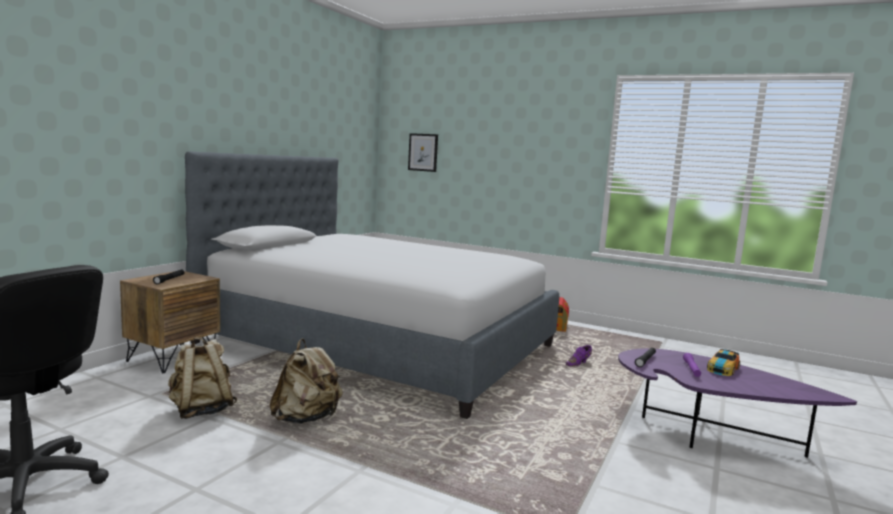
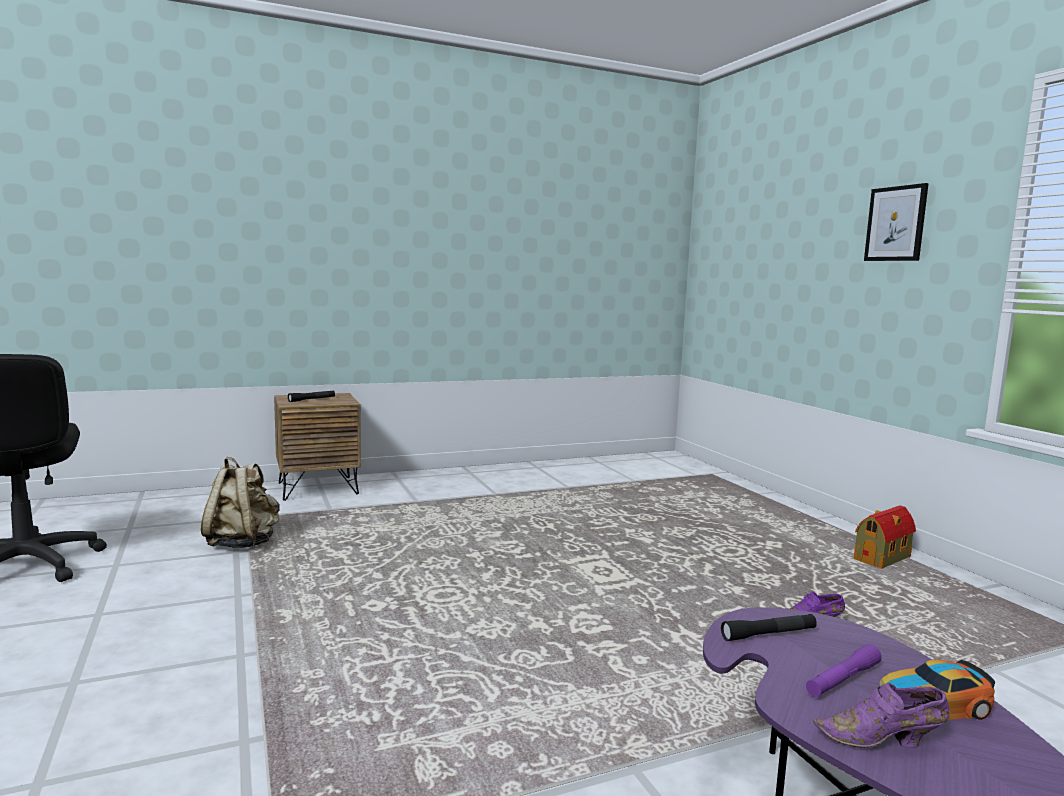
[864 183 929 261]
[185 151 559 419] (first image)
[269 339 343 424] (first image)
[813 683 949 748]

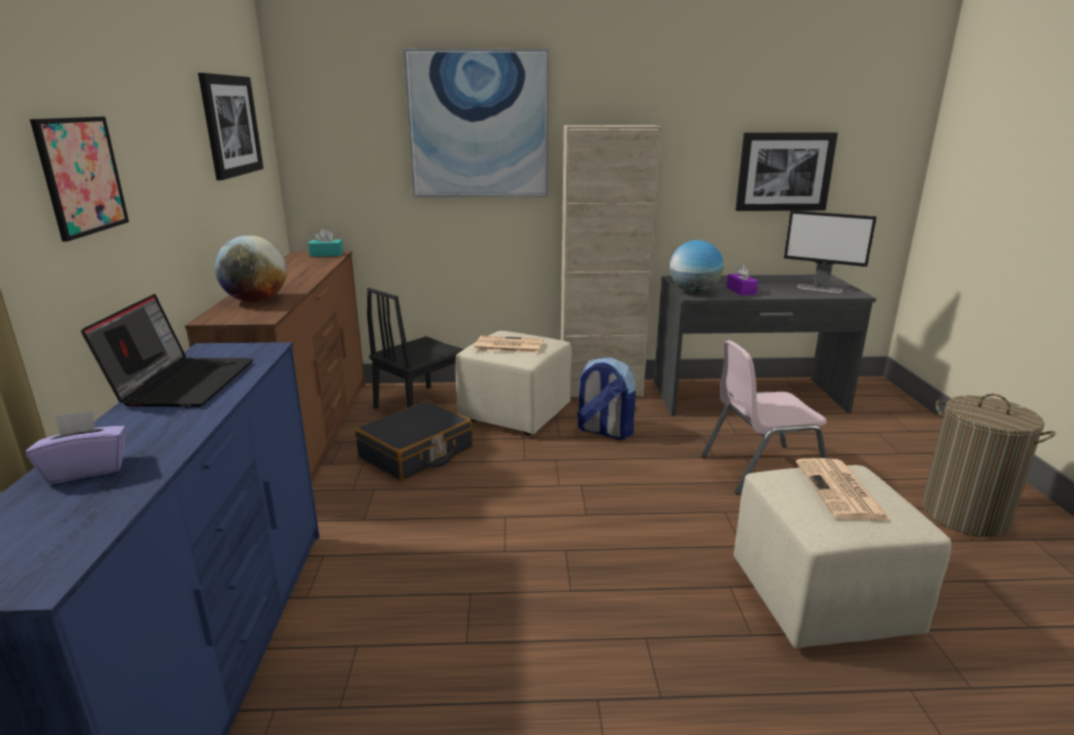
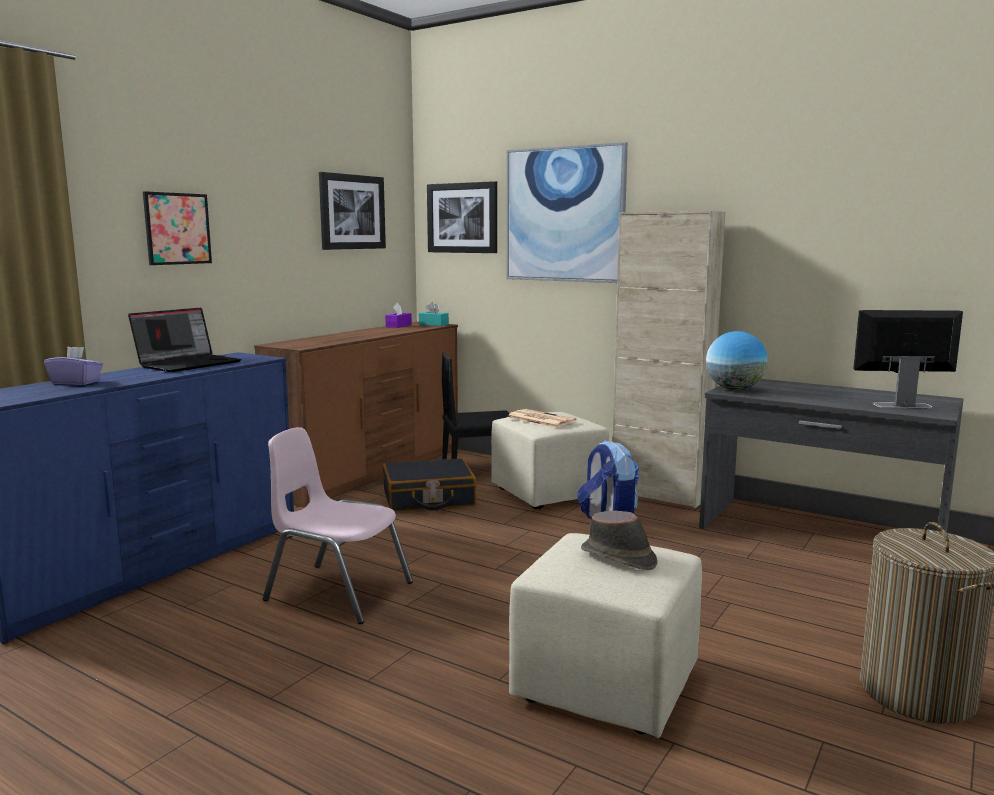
[427 181 497 253]
[853 310 963 408]
[215 235 287 302] (first image)
[385 303 412 328]
[262 427 413 624]
[581 511 657 570]

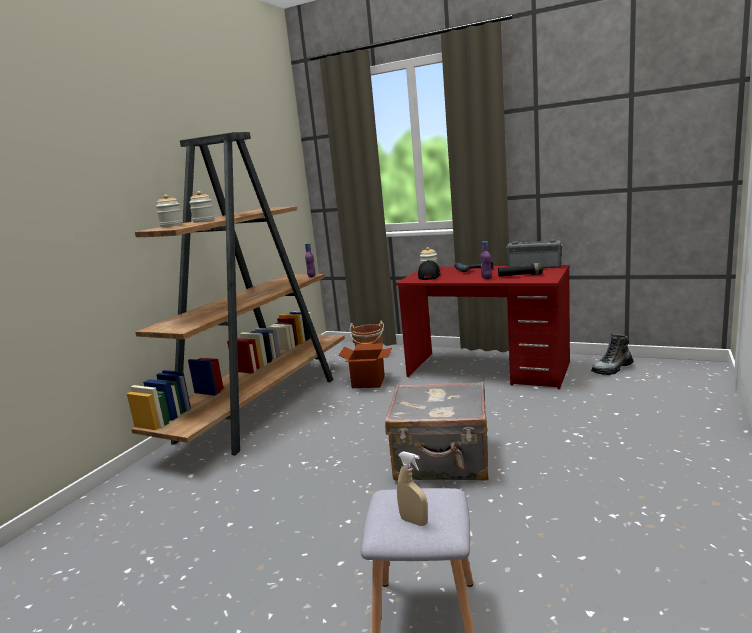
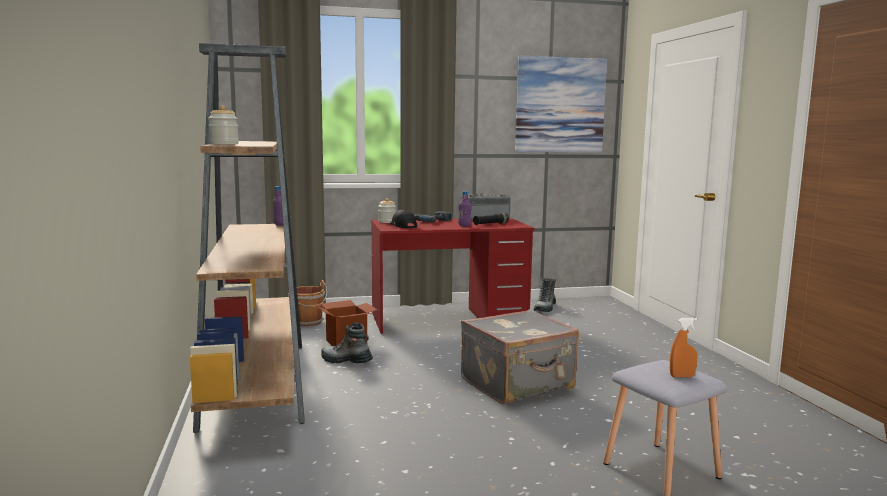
[189 191 215 223] (first image)
[670 317 698 377]
[515 56 607 153]
[321 323 373 364]

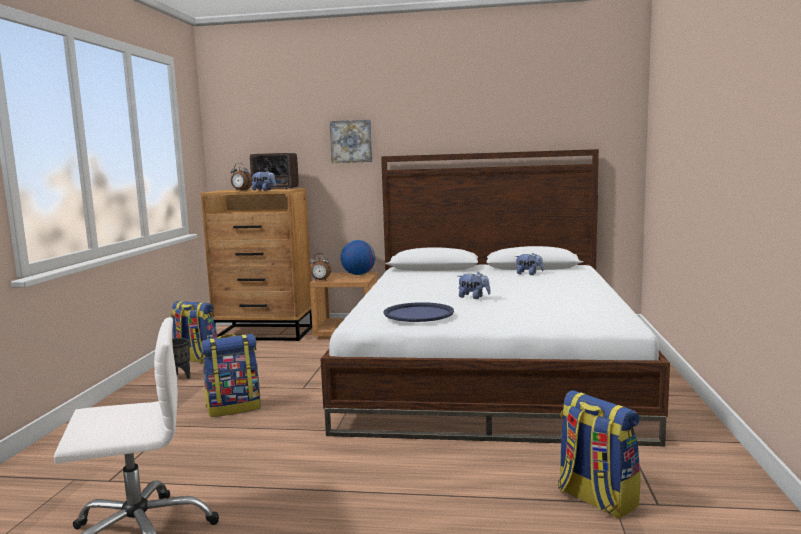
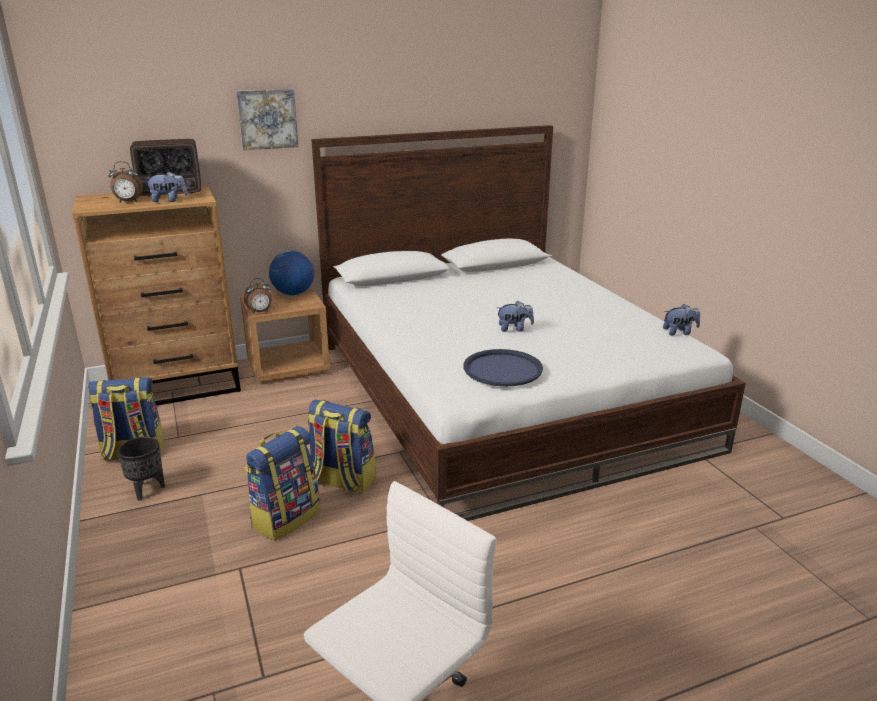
[663 304 700 335]
[307 400 376 494]

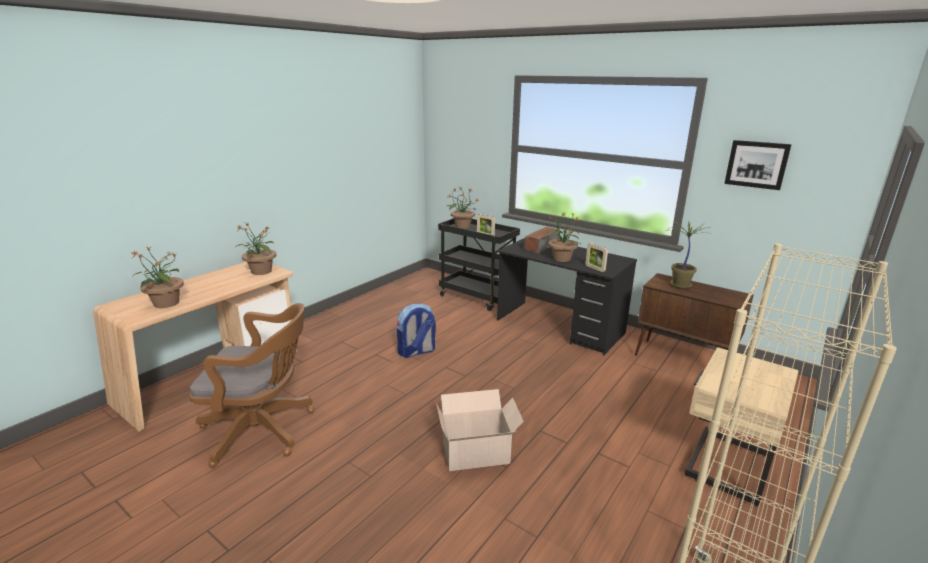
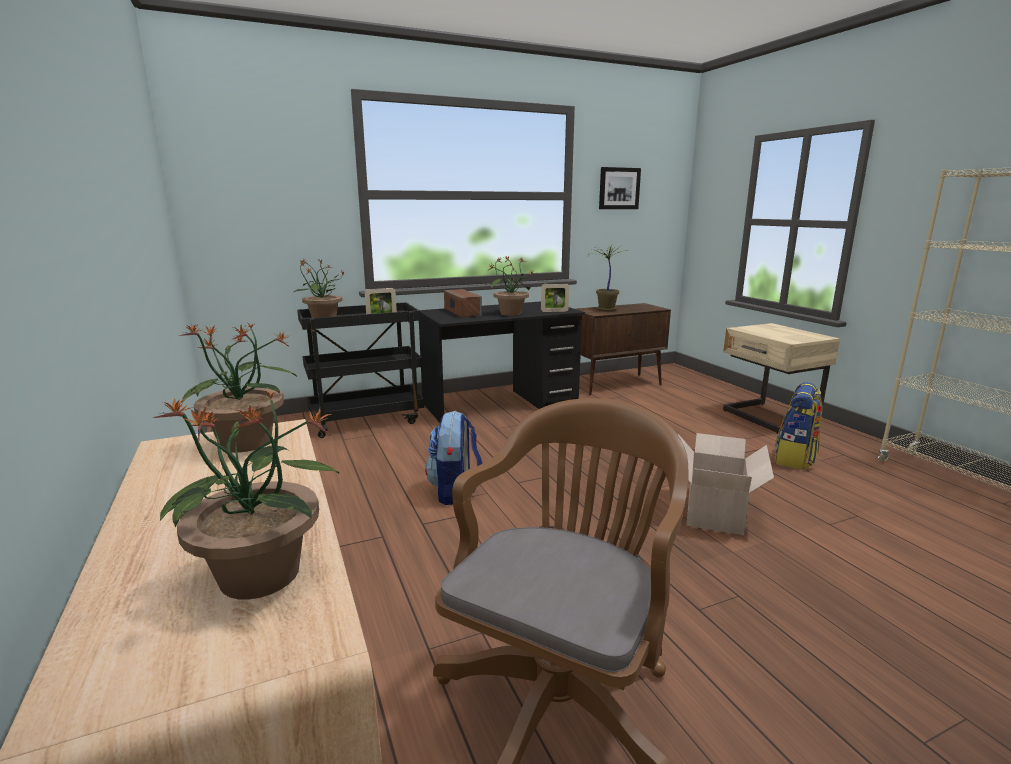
[775 382 823 470]

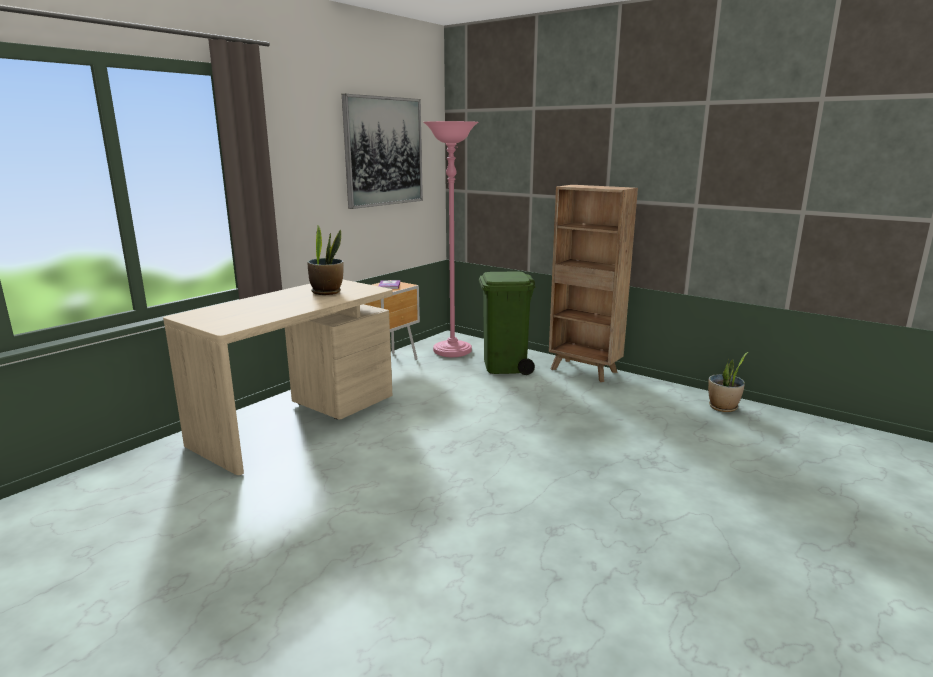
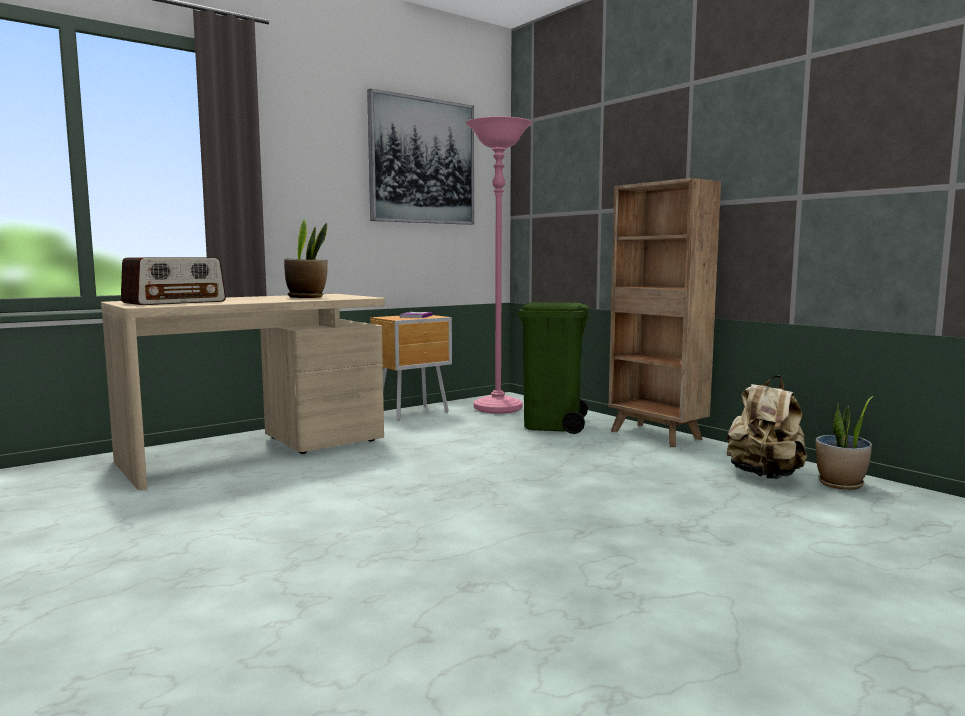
[121 258 226 305]
[726 376 807 479]

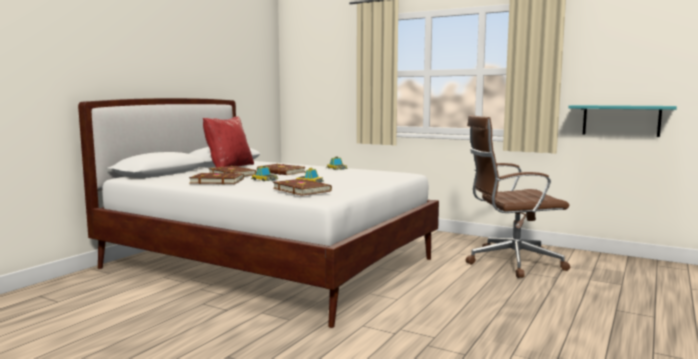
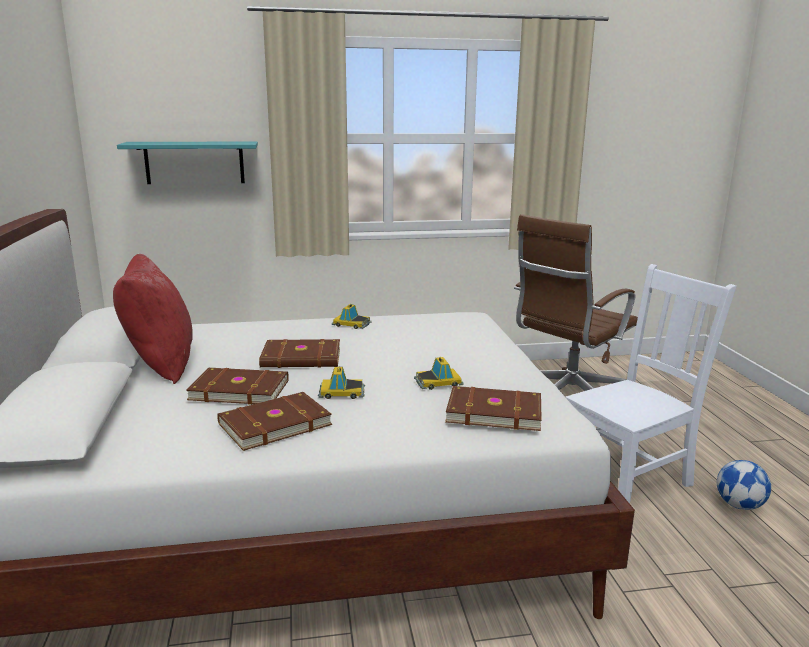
[117 142 258 184]
[566 264 736 504]
[717 460 771 510]

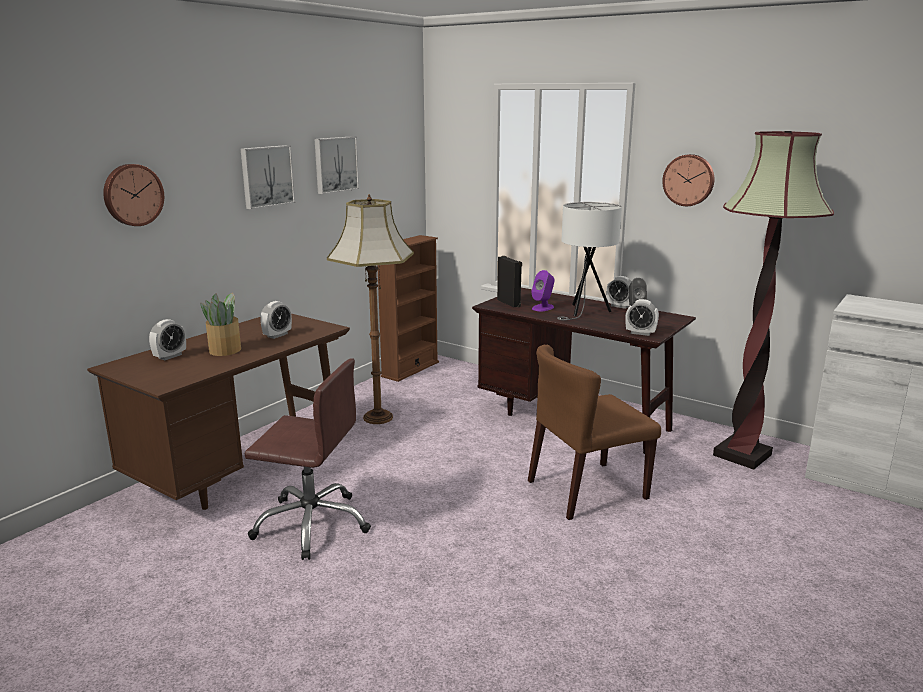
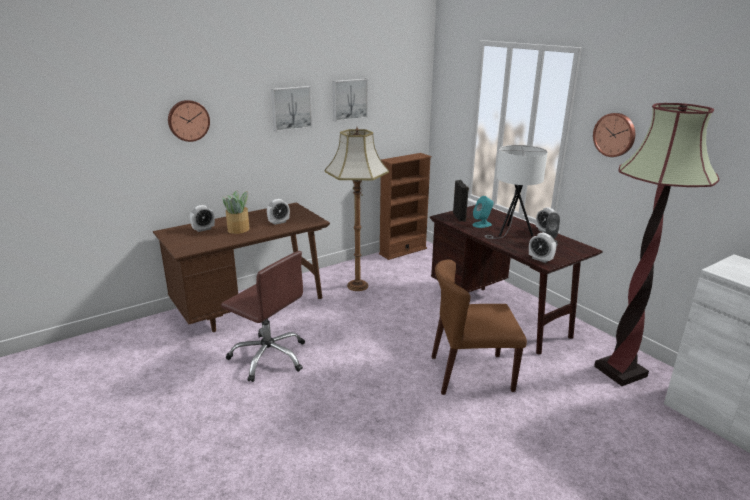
[473 196 494 228]

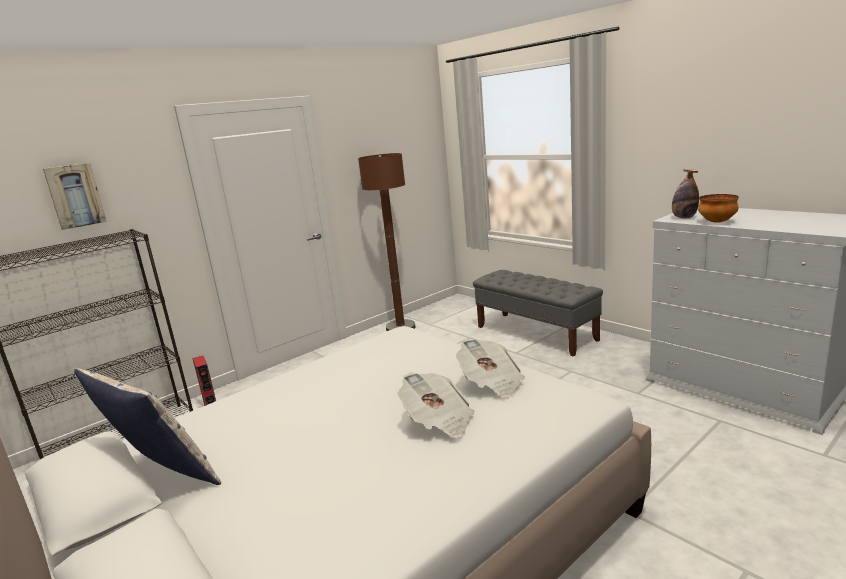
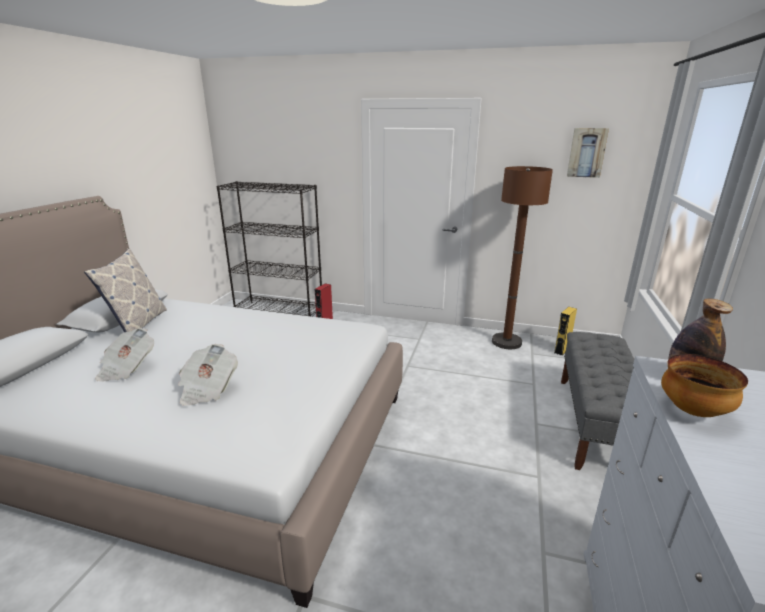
[567 128 609 178]
[95 328 154 382]
[554 307 577 356]

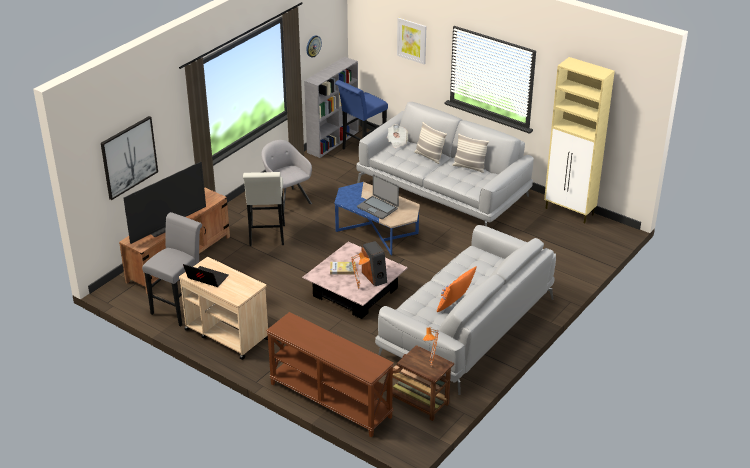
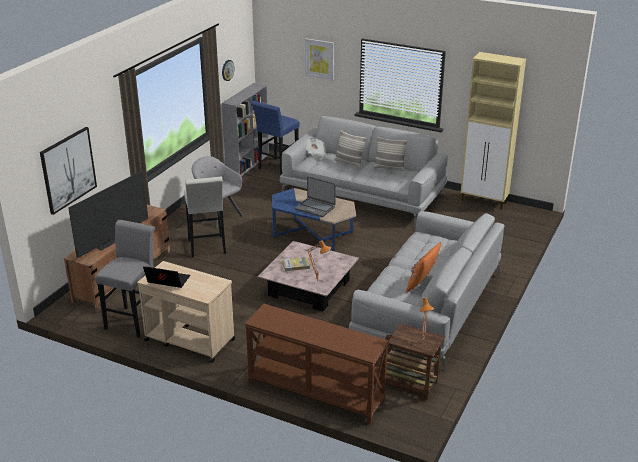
[361 241 387 286] (first image)

